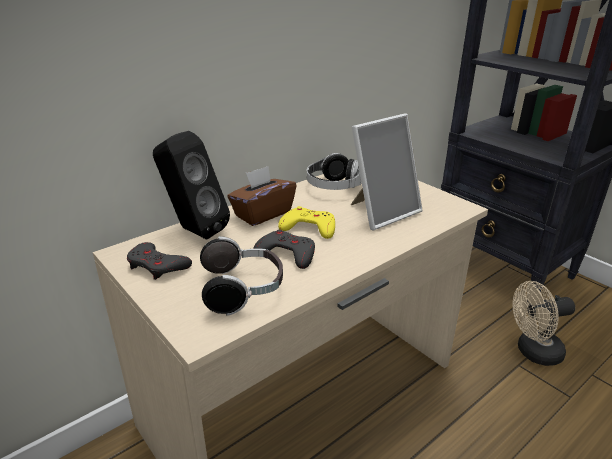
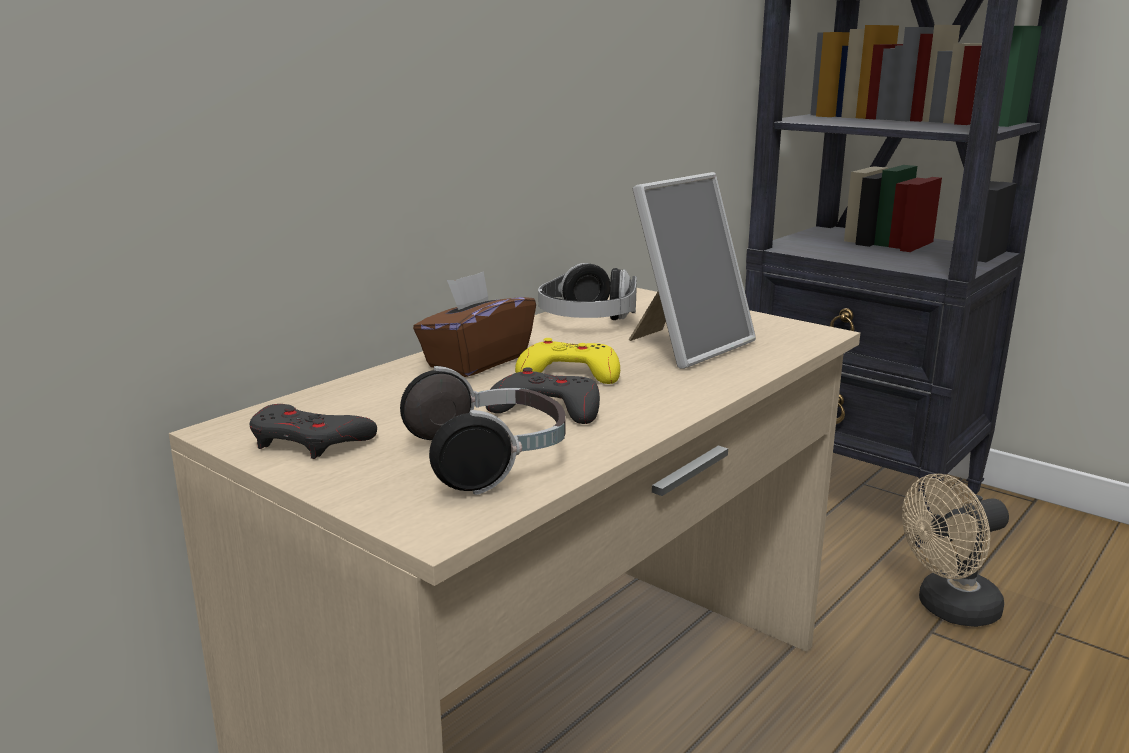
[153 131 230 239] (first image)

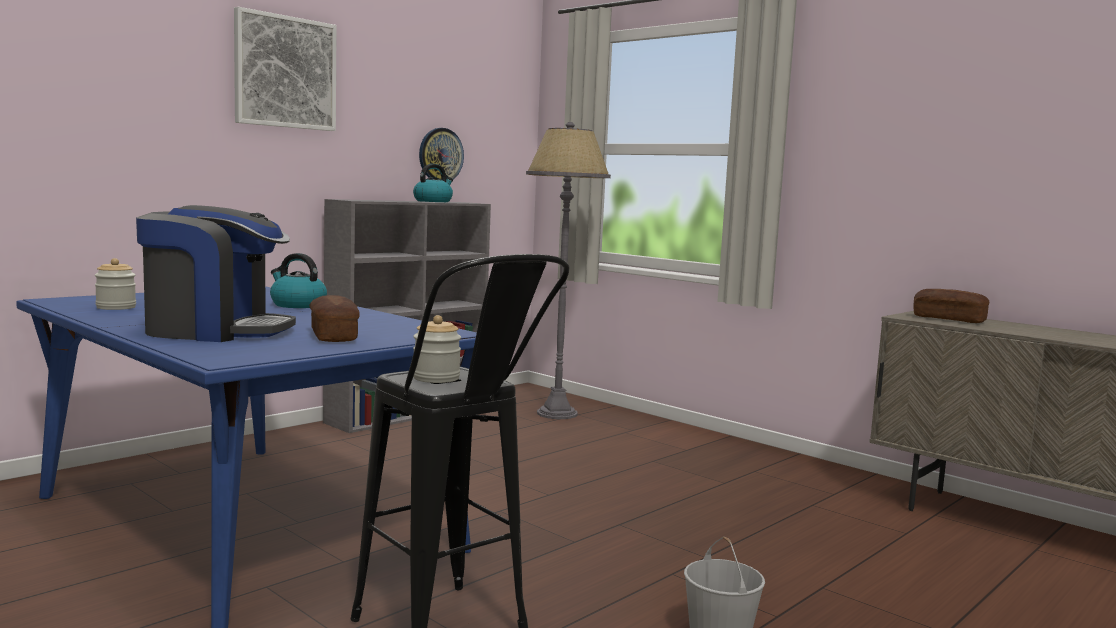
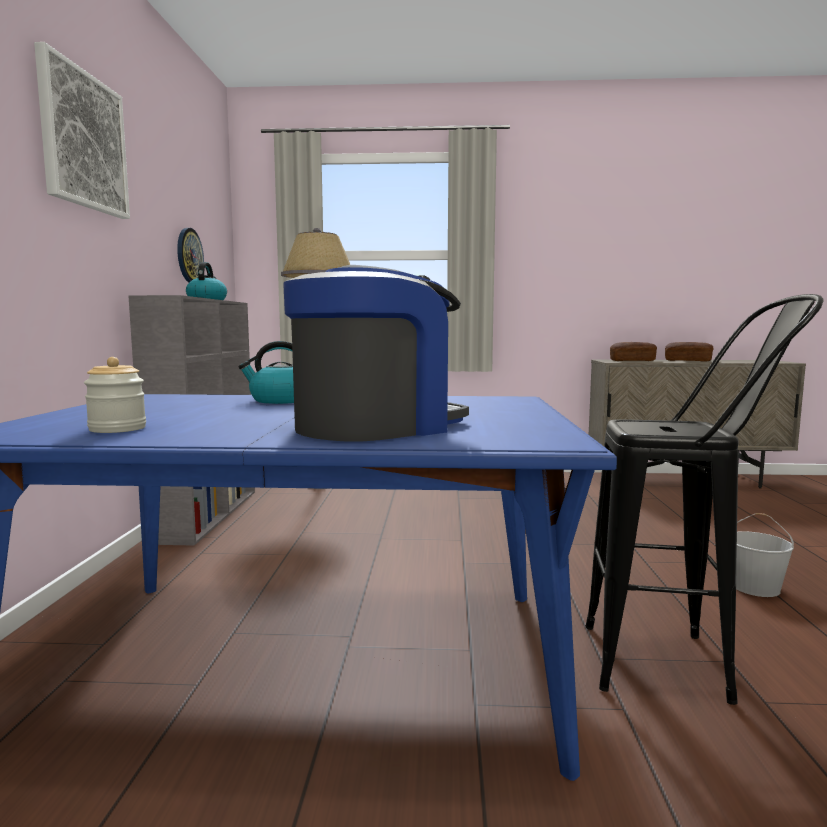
[665 342 714 362]
[413 315 461 383] (first image)

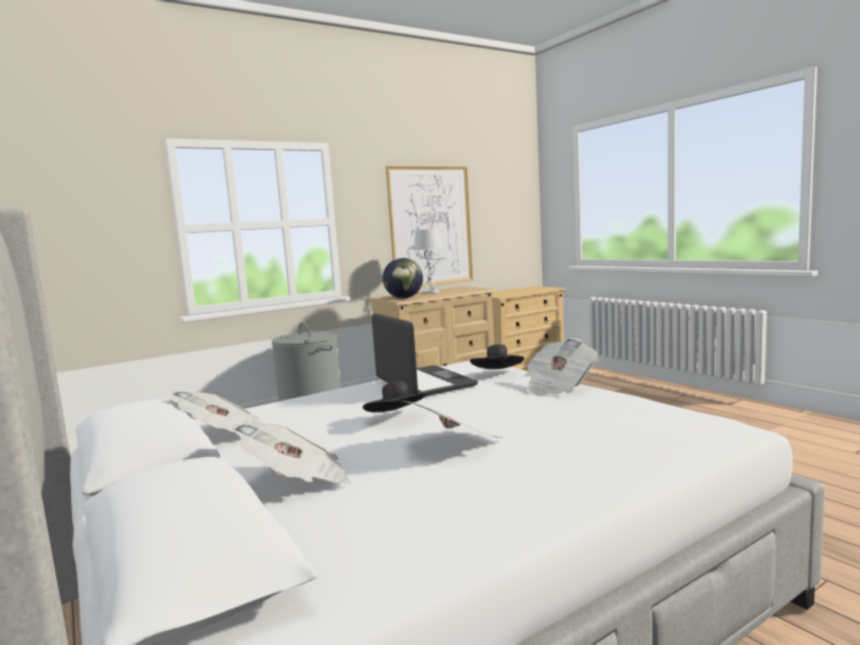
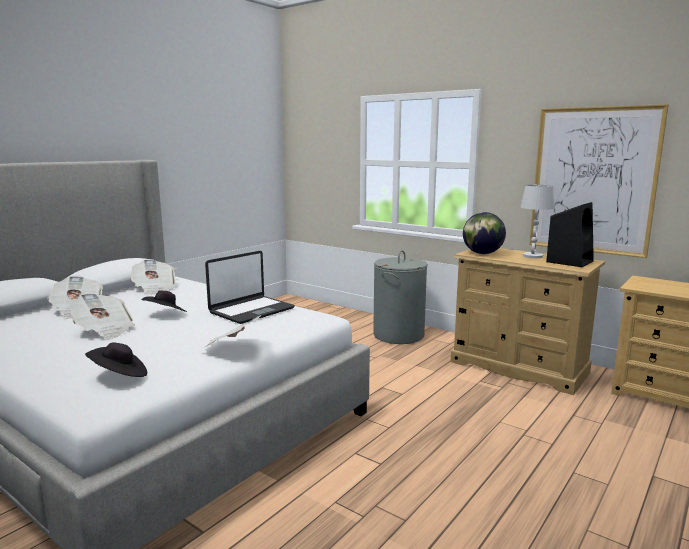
[85 342 147 377]
[546 202 594 267]

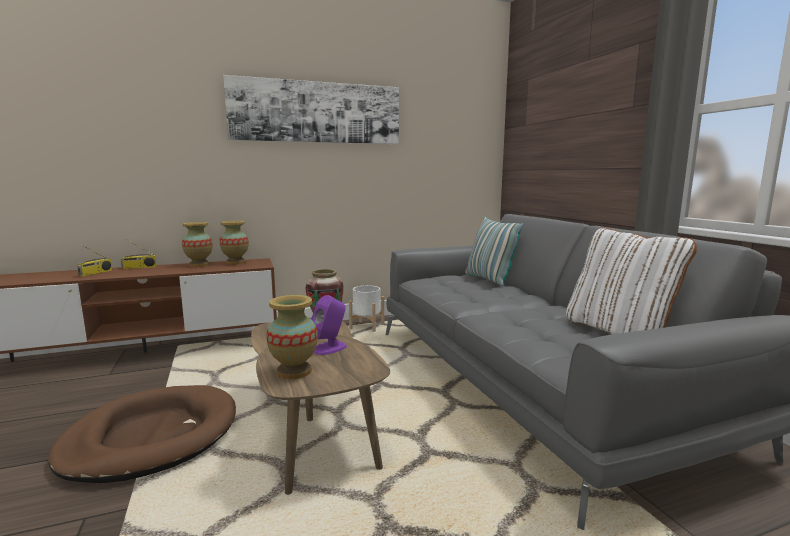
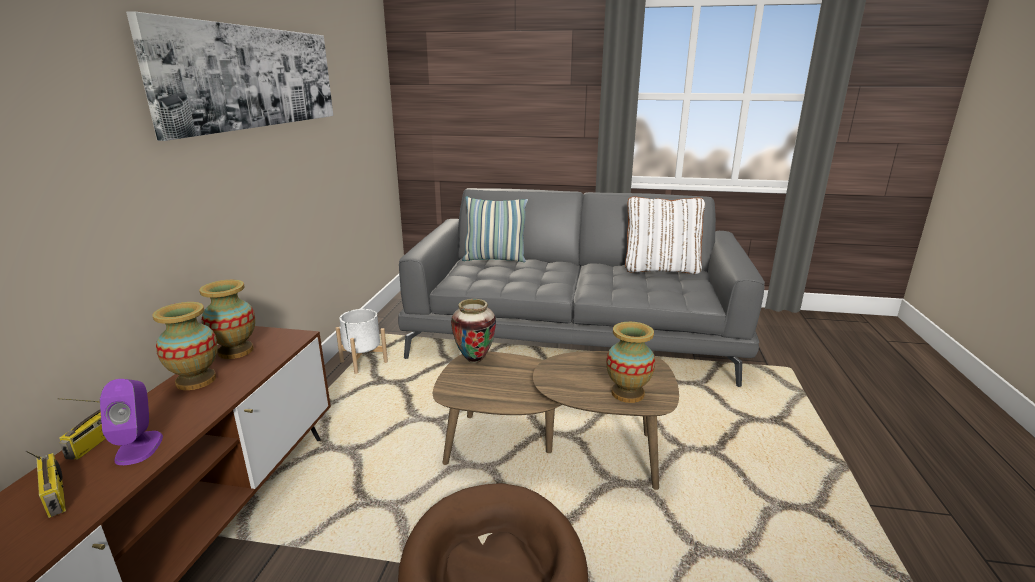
[100 379 163 465]

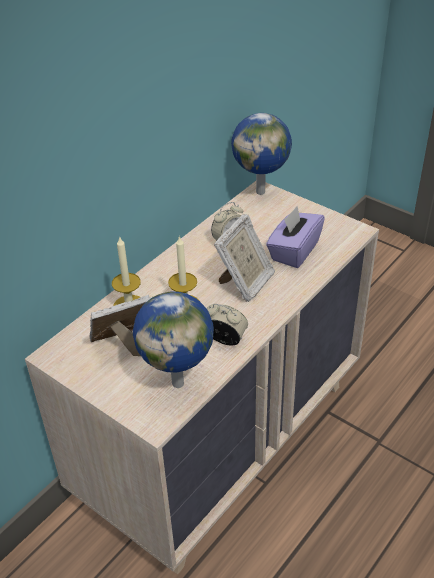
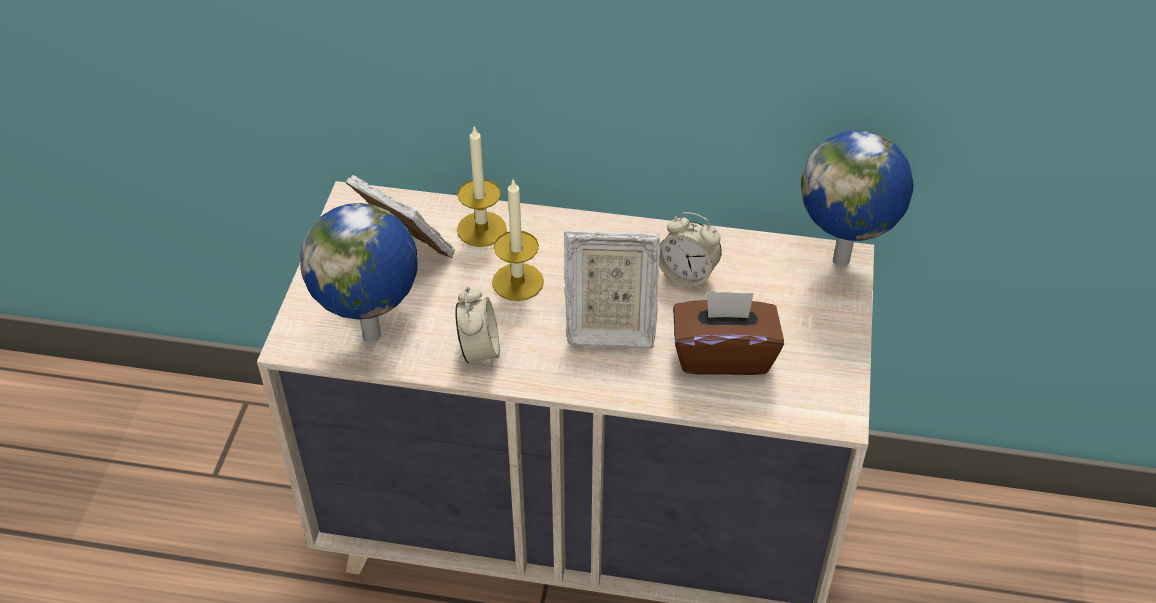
[673 290 784 375]

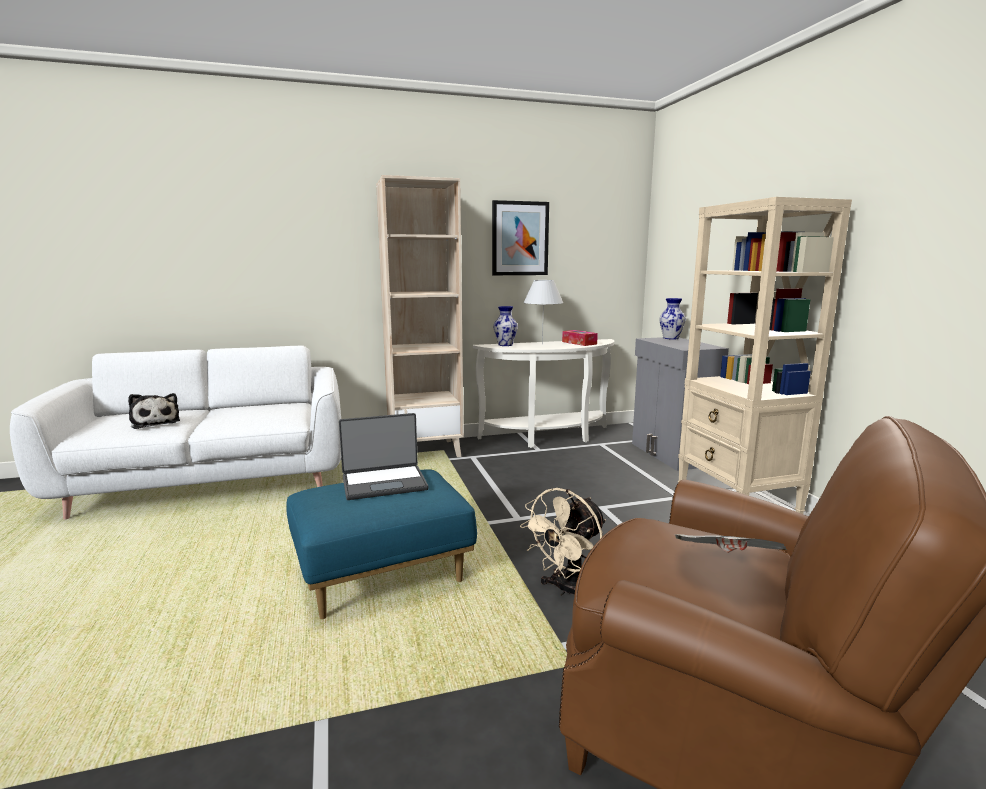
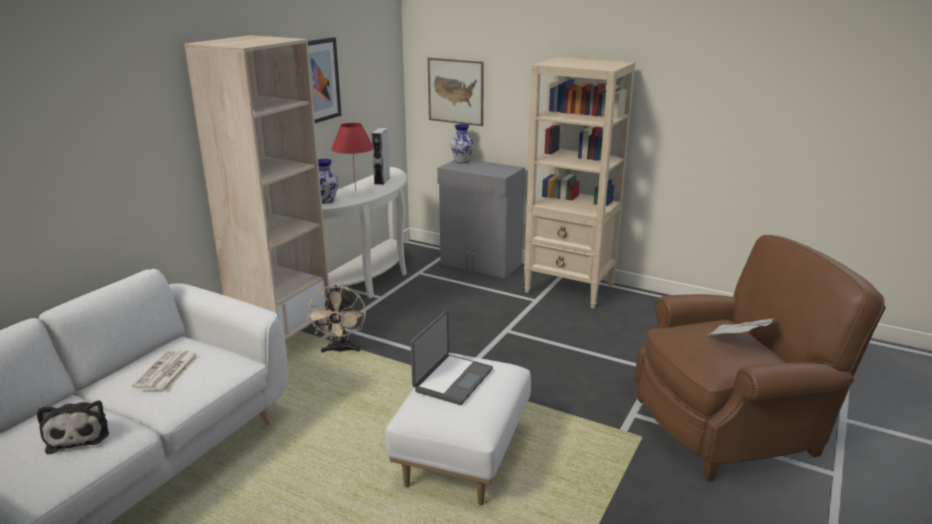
[331 123 374 191]
[372 128 390 185]
[37 400 109 455]
[386 353 531 506]
[307 285 366 353]
[428 58 484 126]
[132 350 199 391]

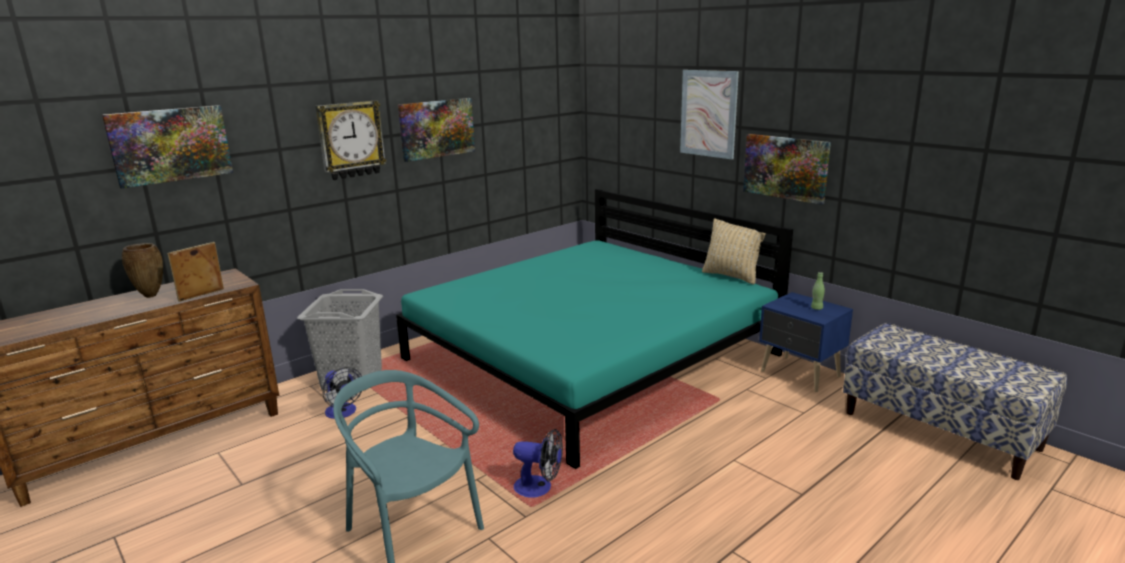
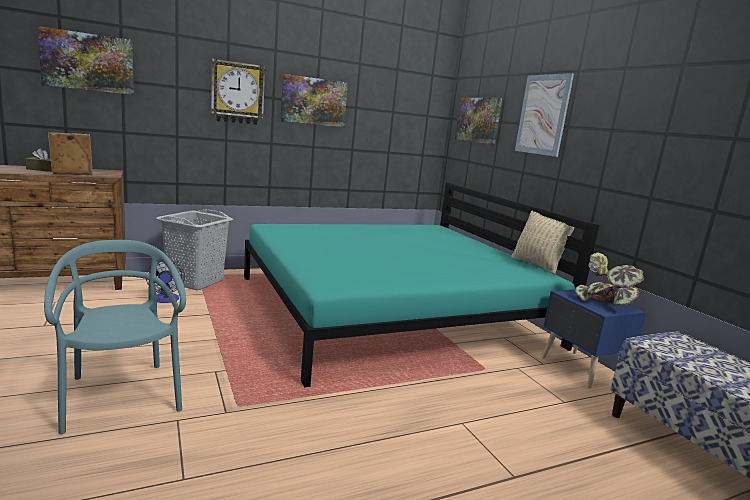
[455 98 502 144]
[25 148 52 172]
[575 252 644 306]
[513 429 563 498] (first image)

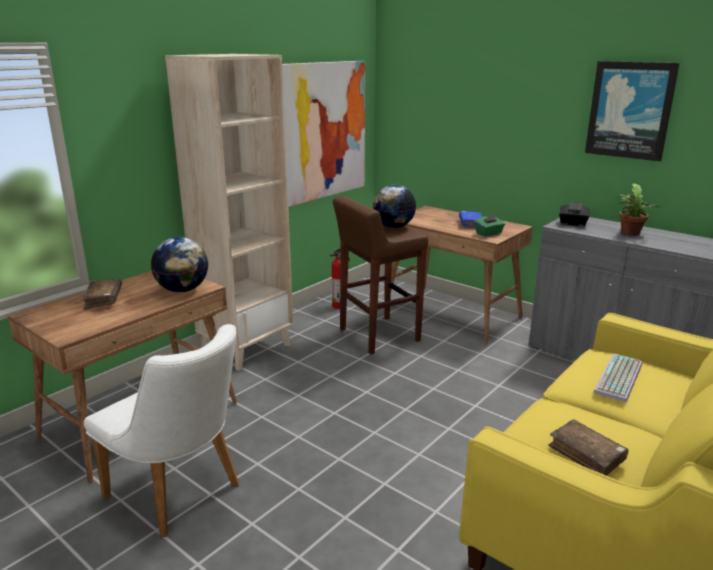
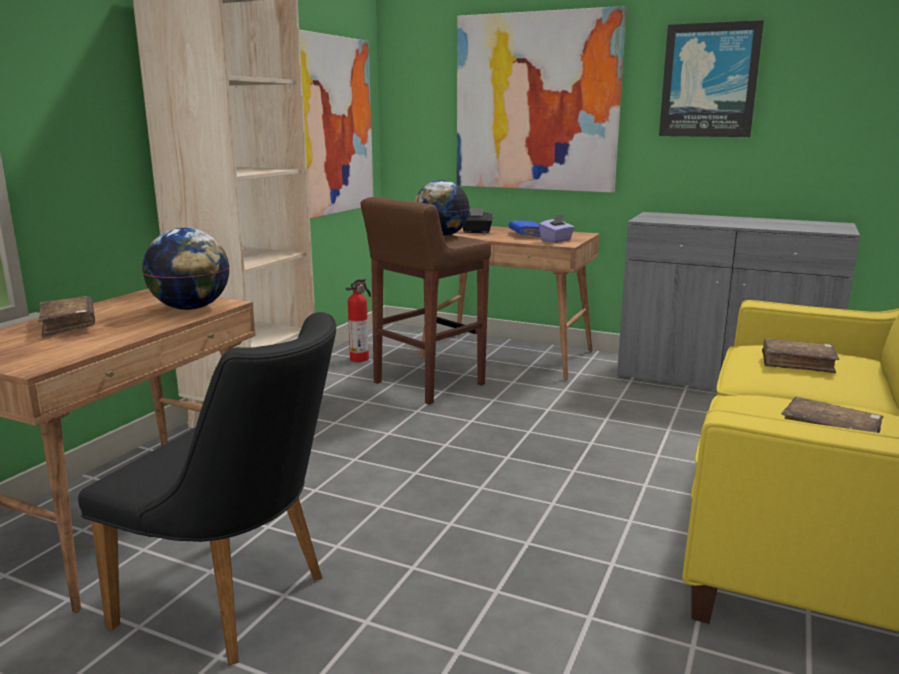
[618 184 661 236] (first image)
[463 208 493 233]
[539 214 575 243]
[78 312 336 665]
[762 339 839 373]
[457 6 627 193]

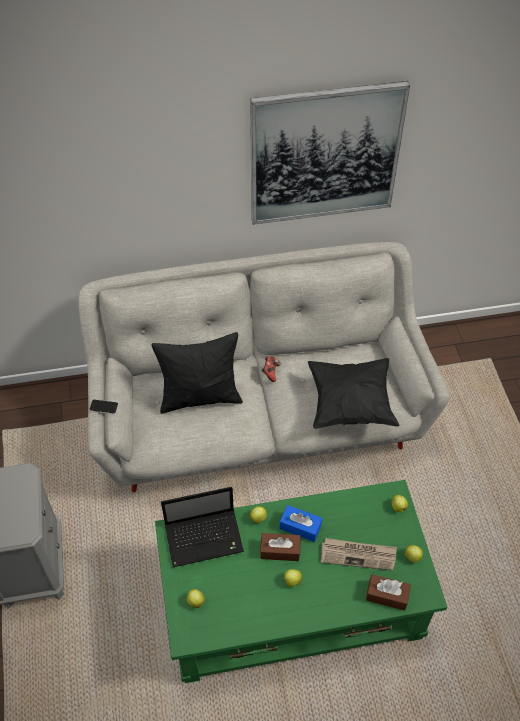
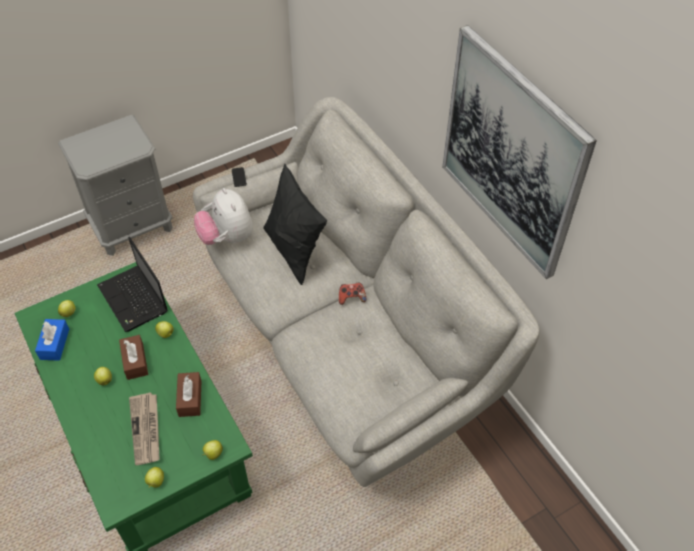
[308 358 399 429] (first image)
[35 319 69 361]
[176 372 201 417]
[194 188 253 245]

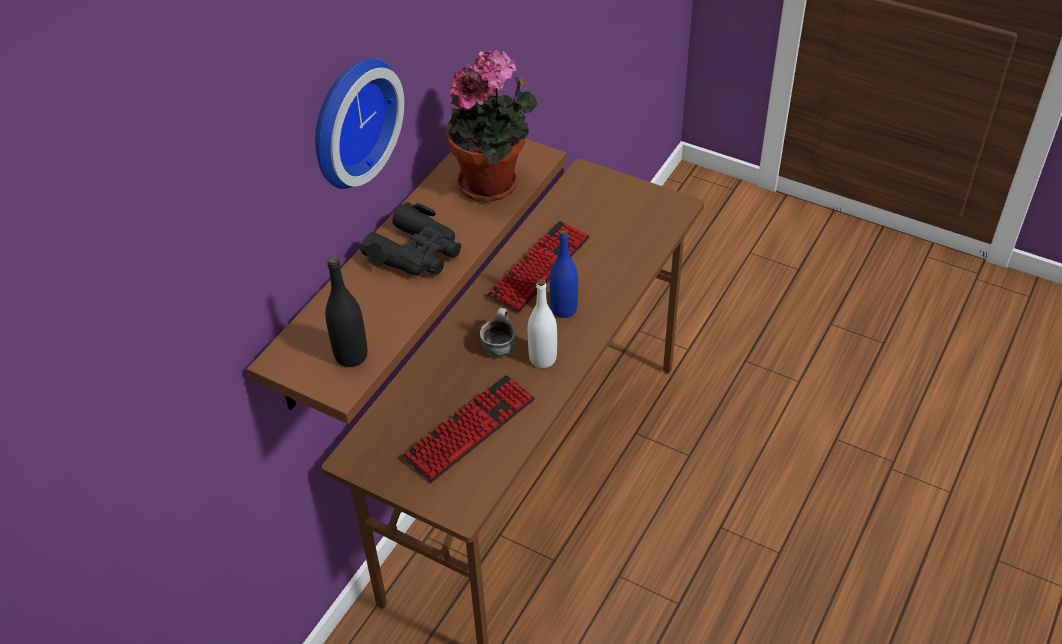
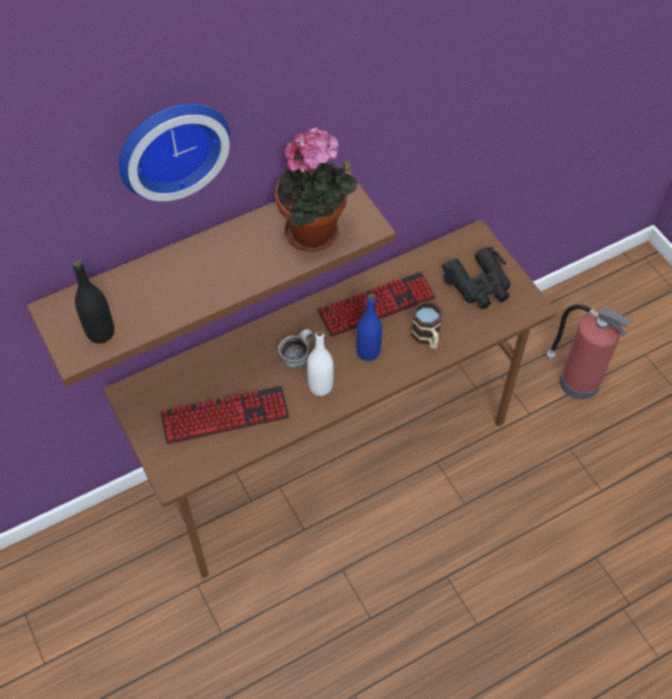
[442 246 511 309]
[411 301 442 349]
[547 304 633 400]

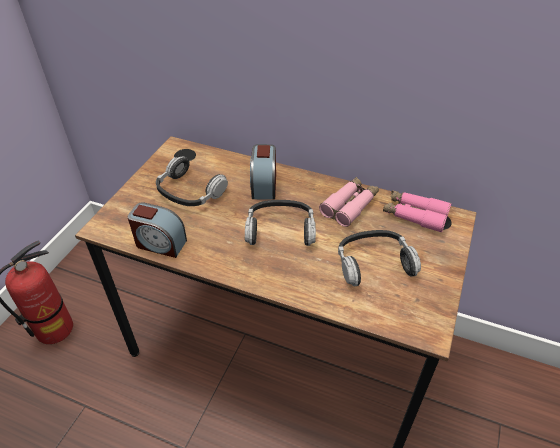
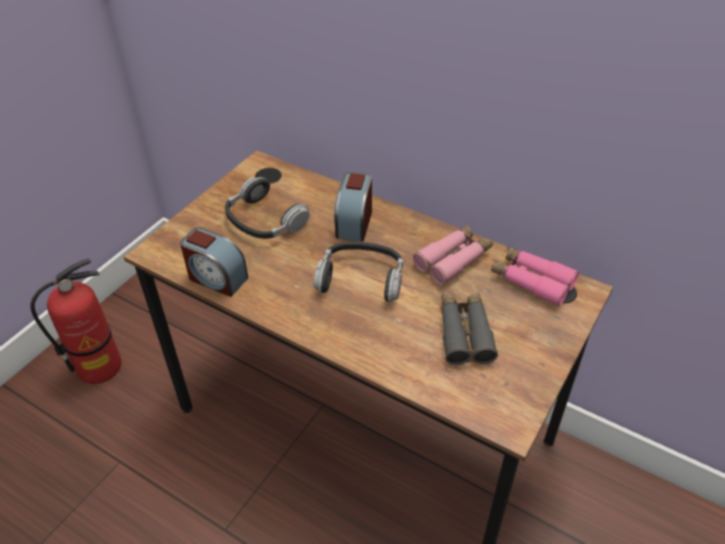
[442 292 498 365]

